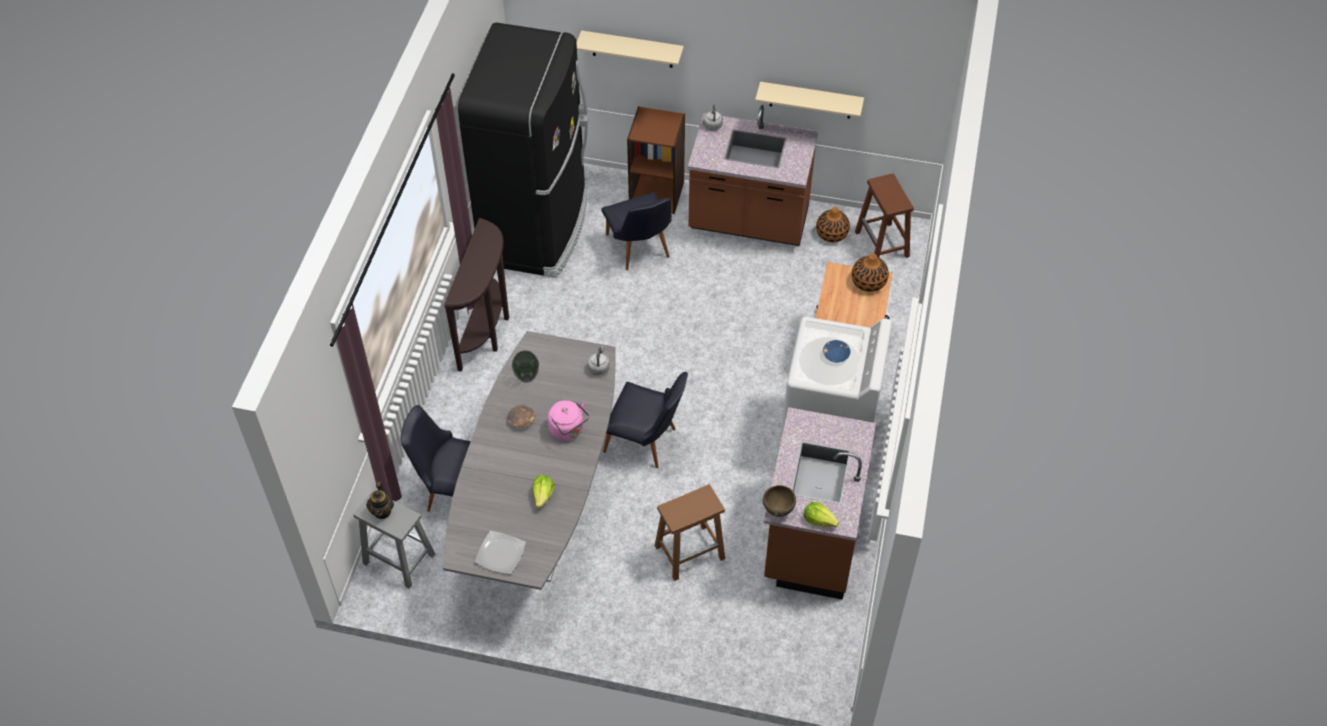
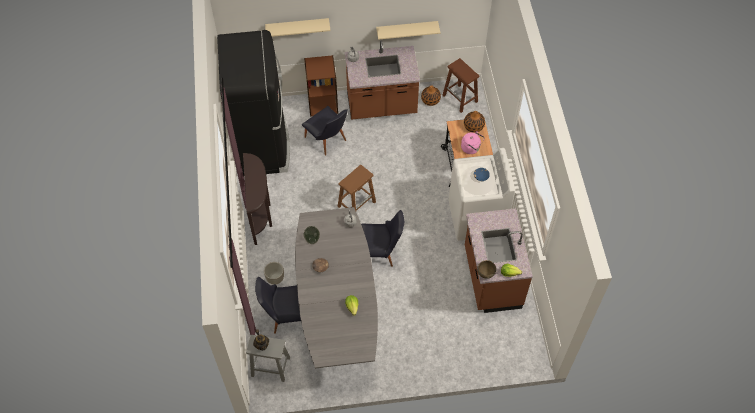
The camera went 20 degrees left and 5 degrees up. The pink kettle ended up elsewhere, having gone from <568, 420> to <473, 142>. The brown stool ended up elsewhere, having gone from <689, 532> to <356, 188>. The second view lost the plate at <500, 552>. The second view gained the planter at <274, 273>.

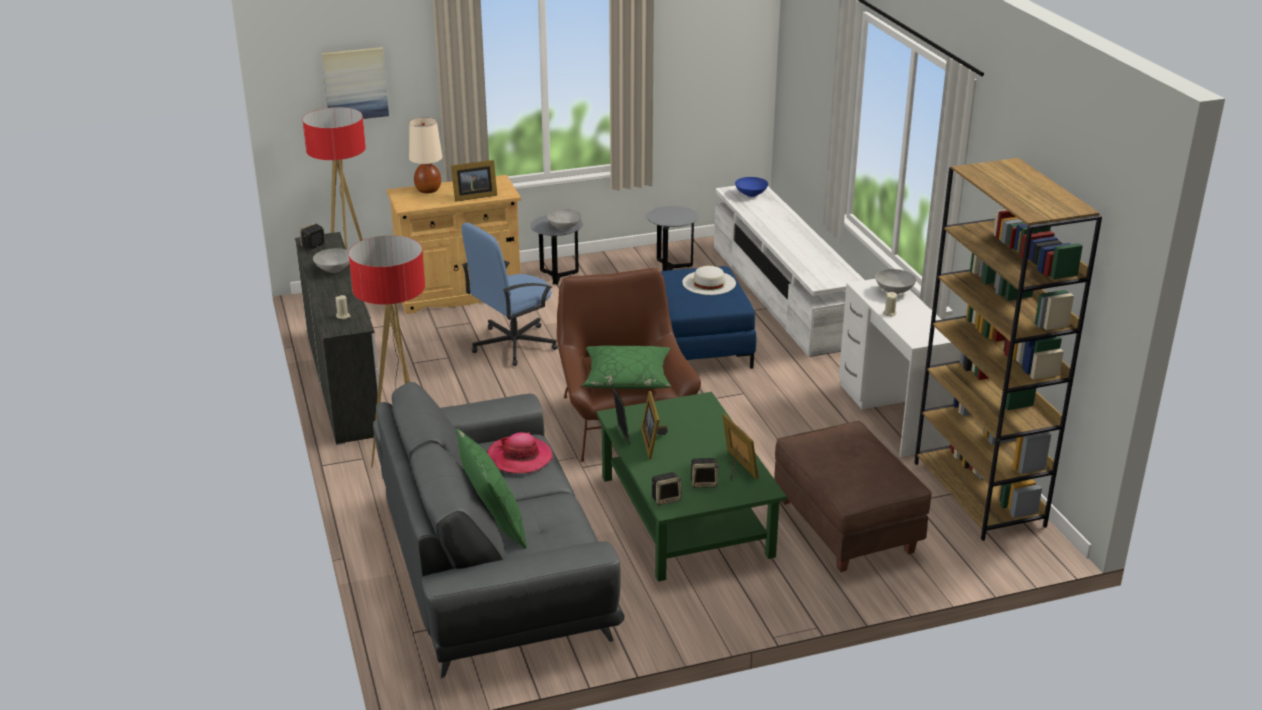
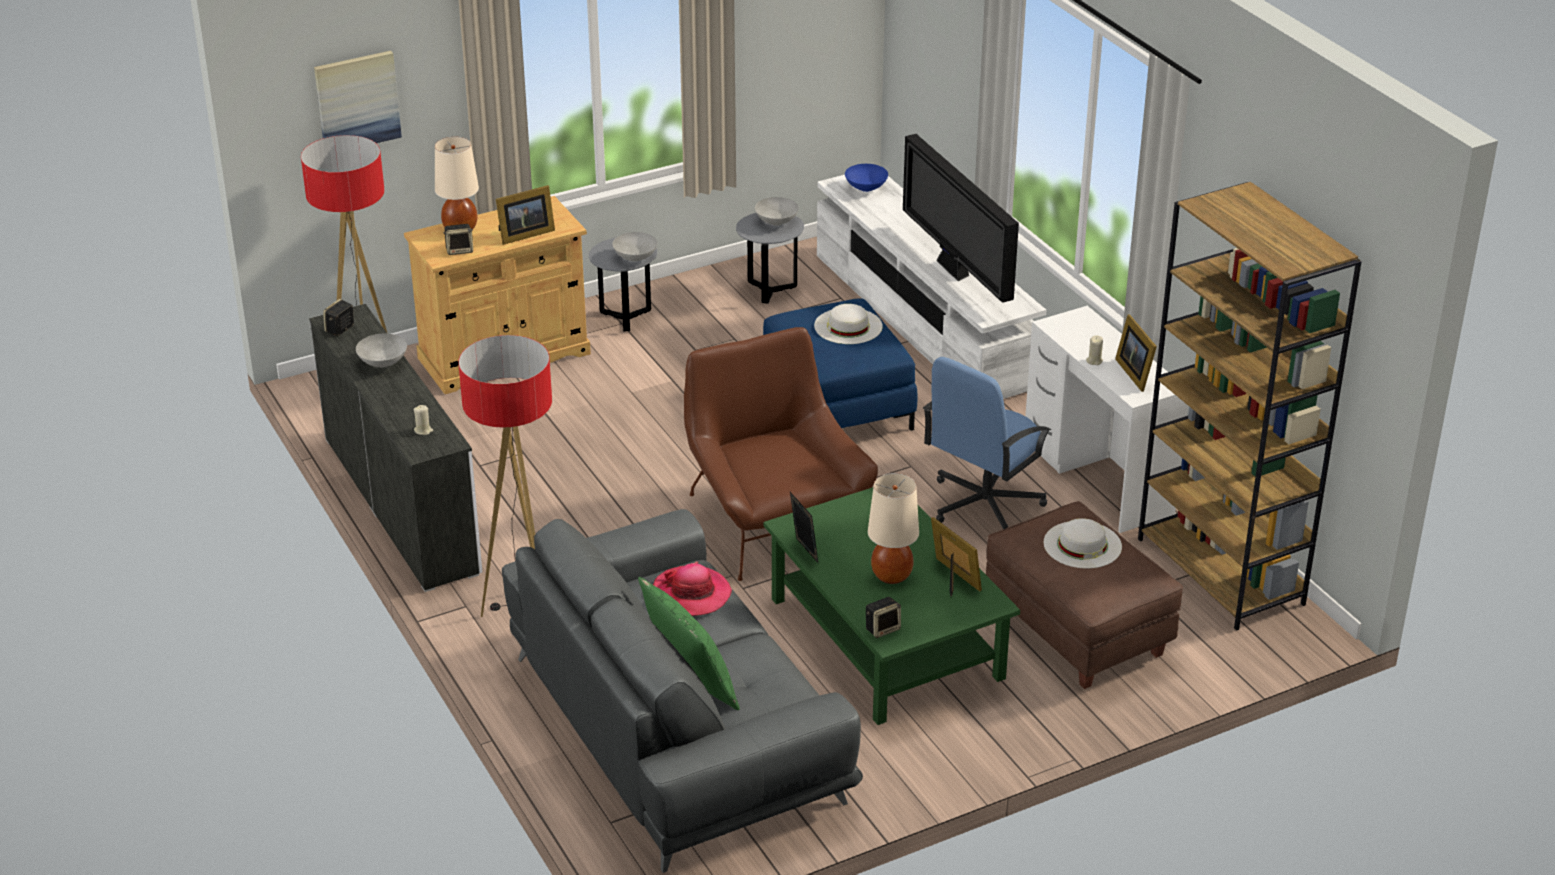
The camera went 10 degrees left and 5 degrees up. The blue office chair ended up elsewhere, having gone from <510, 294> to <987, 443>. The grey bowl ended up elsewhere, having gone from <895, 281> to <777, 211>. The second view lost the green pillow at <626, 367>. The picture frame ended up elsewhere, having gone from <654, 425> to <1136, 353>. The speaker ended up elsewhere, having gone from <704, 473> to <458, 239>. The second view gained the television at <961, 218>. The second view gained the beige table lamp at <893, 528>. The second view gained the white hat at <1082, 543>.

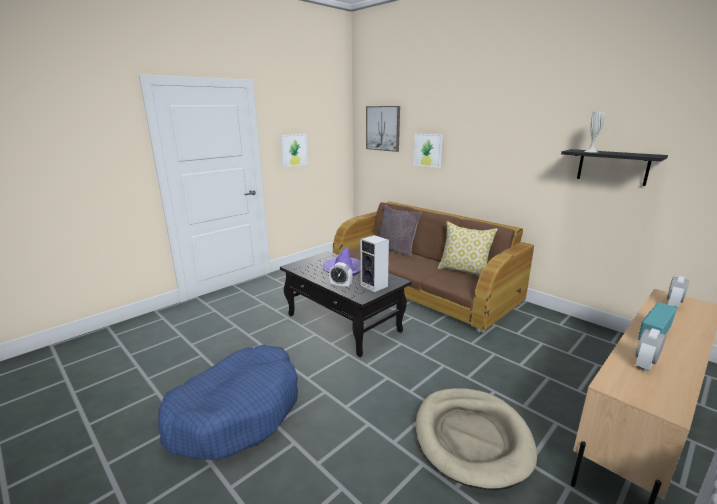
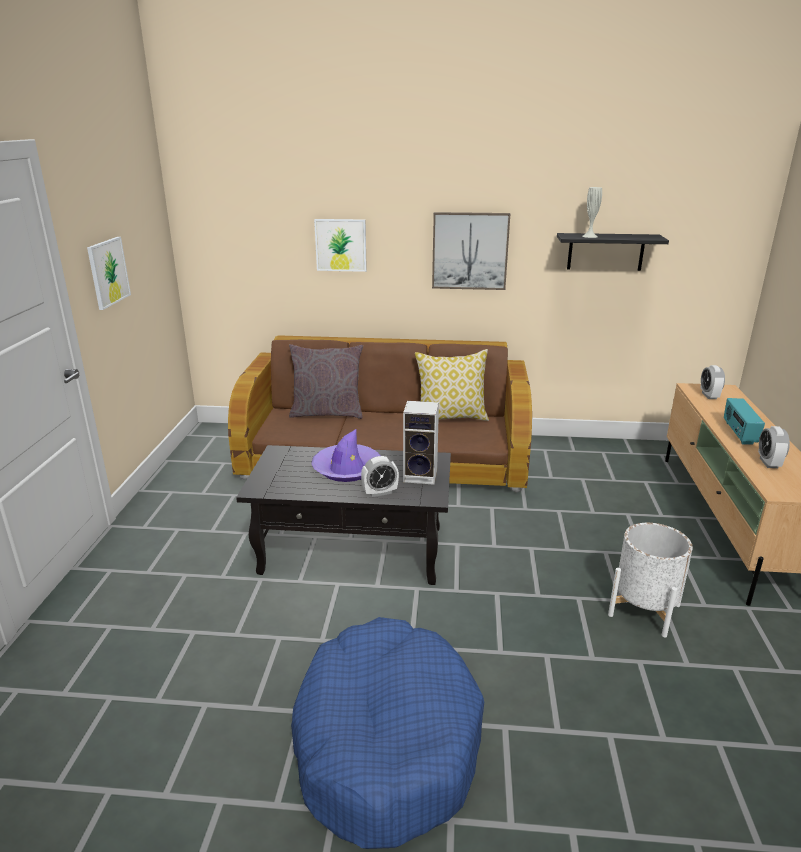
The camera went 40 degrees left and 5 degrees up. The picture ended up elsewhere, having gone from <383, 129> to <471, 251>. Where the beige dog bed stood at <476, 439>, the white planter came to stand at <650, 580>.

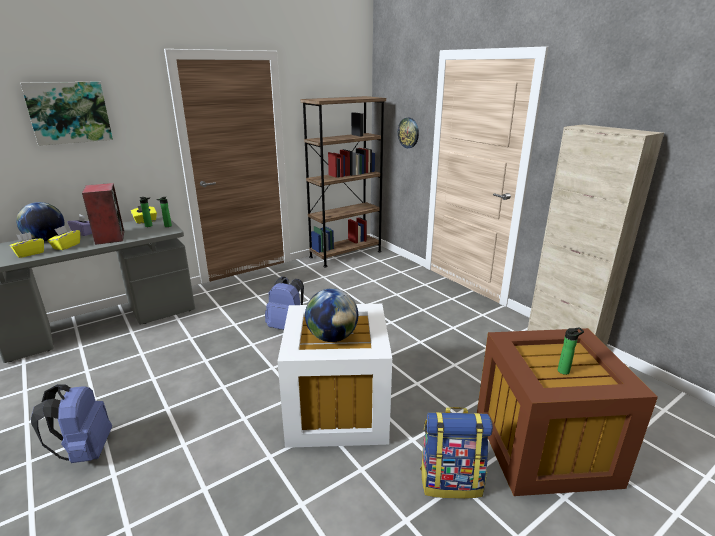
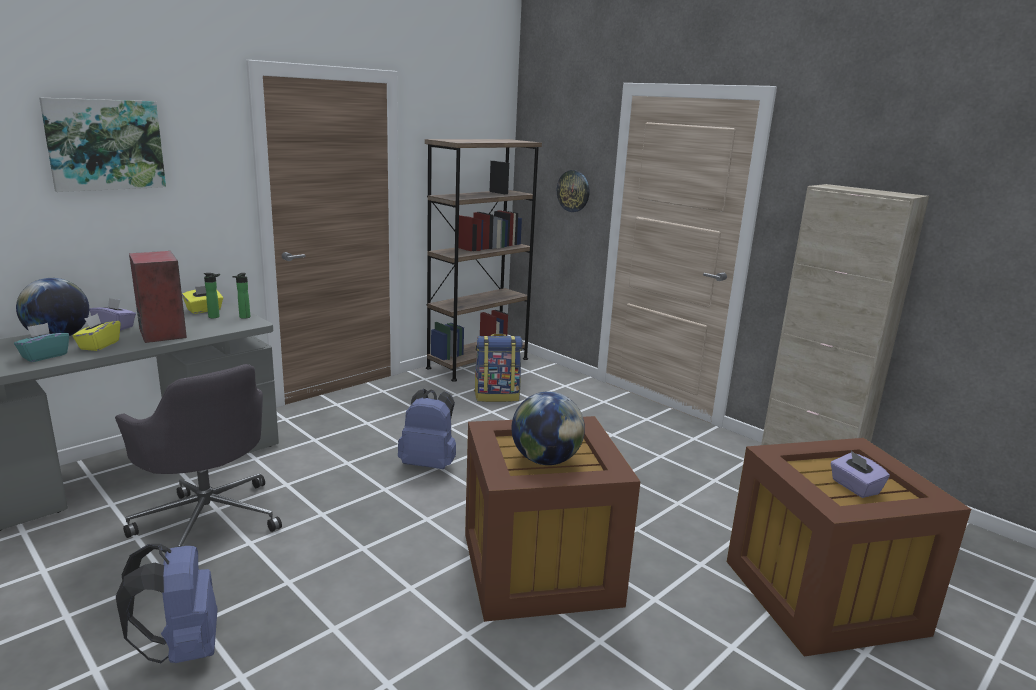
The camera went 10 degrees left and 5 degrees down. What was the yellow tissue box at <27, 245> turned into the turquoise tissue box at <41, 342>. What was the white storage box at <334, 376> turned into the brown storage box at <553, 519>. Where the bottle stood at <571, 351>, the purple tissue box came to stand at <860, 474>. The backpack ended up elsewhere, having gone from <456, 453> to <498, 368>. The second view gained the grey office chair at <198, 455>.

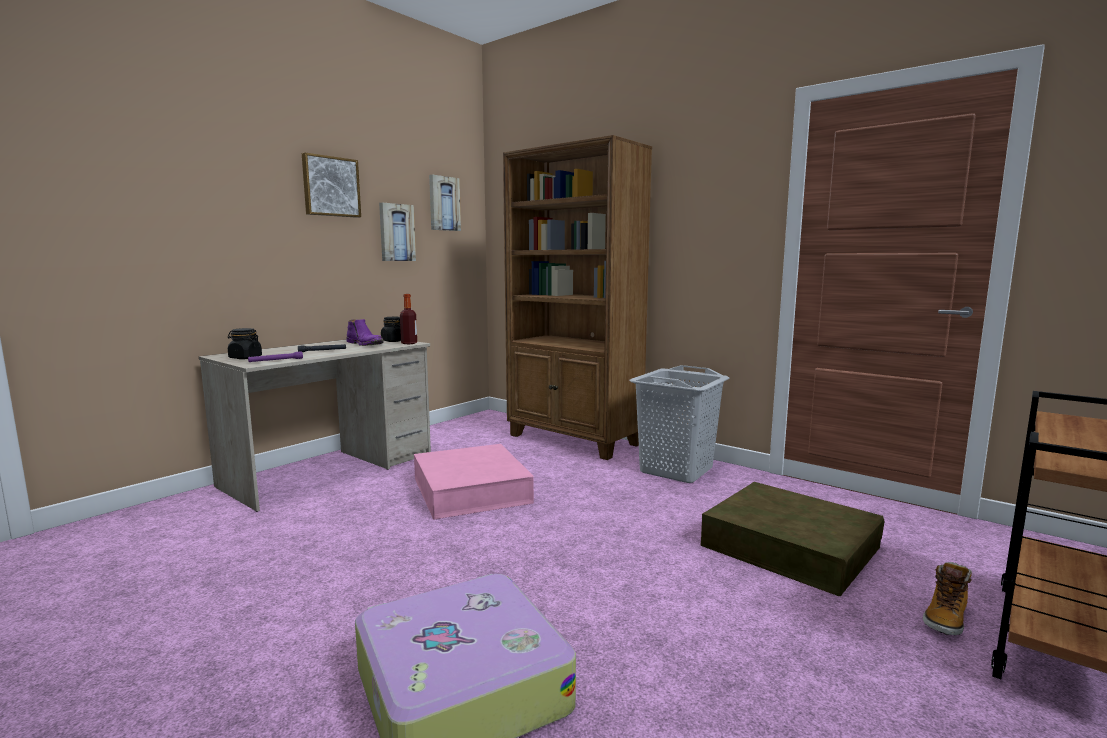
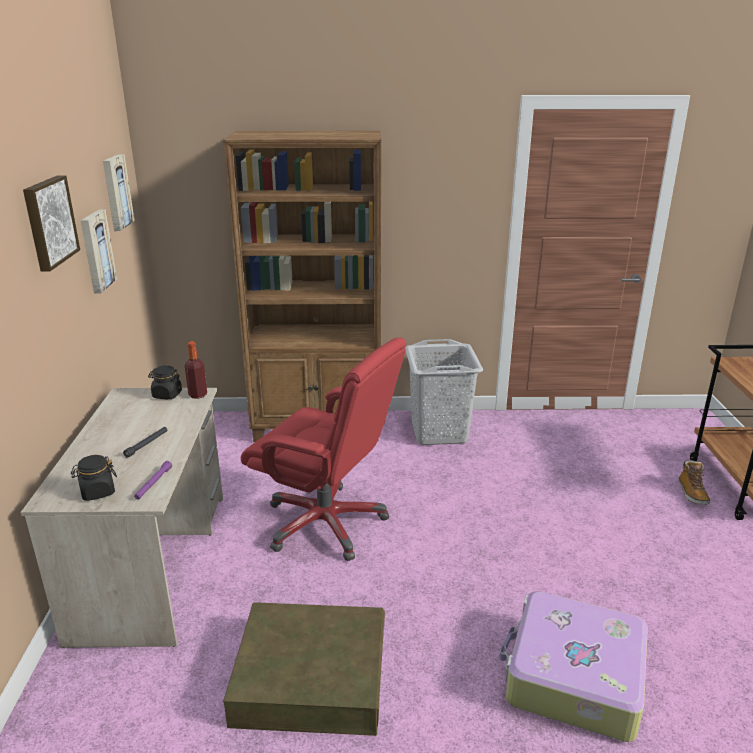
The camera went 40 degrees left and 15 degrees up. The second view lost the purple boot at <365, 332>. Where the pink storage box stood at <474, 482>, the red office chair came to stand at <323, 449>. The brown storage box ended up elsewhere, having gone from <792, 539> to <304, 669>.

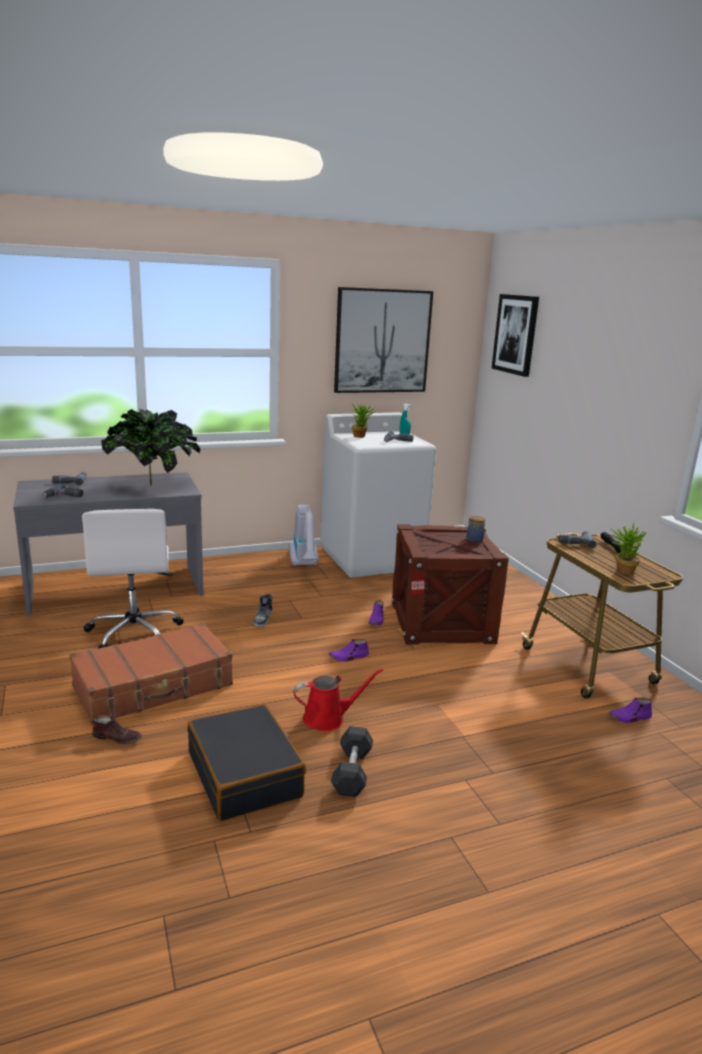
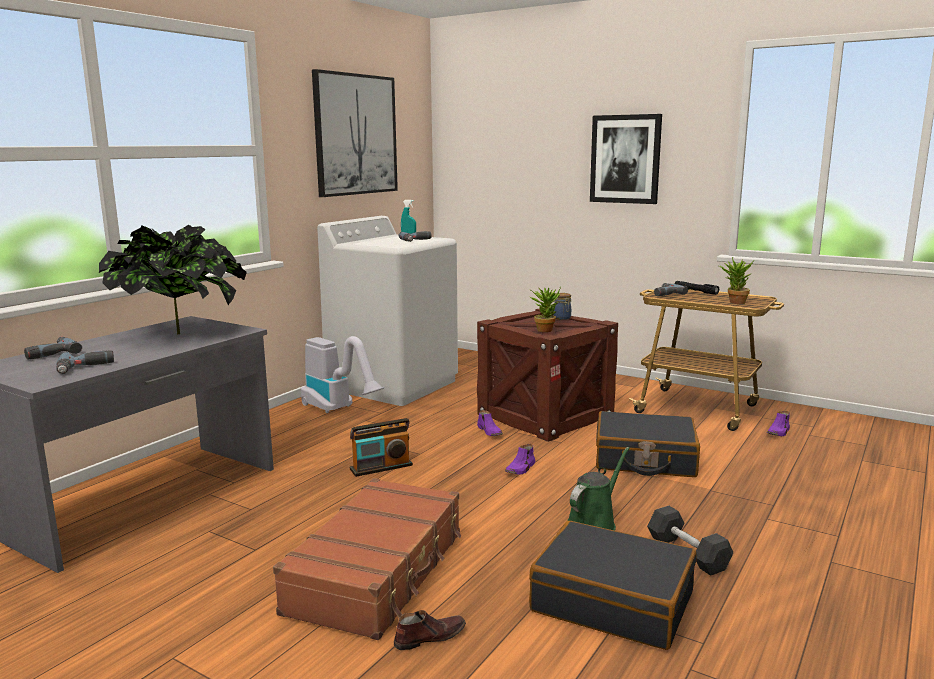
The camera went 35 degrees left and 5 degrees down. The picture ended up elsewhere, having gone from <515, 335> to <626, 159>. The potted plant ended up elsewhere, having gone from <363, 420> to <545, 309>. The second view lost the white office chair at <133, 579>. Where the shoe stood at <263, 610>, the radio came to stand at <381, 447>. What was the red watering can at <338, 699> turned into the green watering can at <598, 489>. The second view gained the black suitcase at <648, 444>.

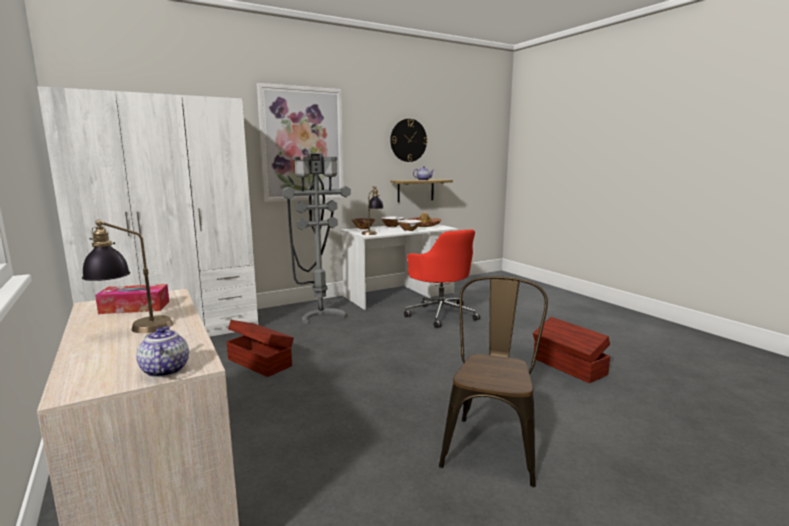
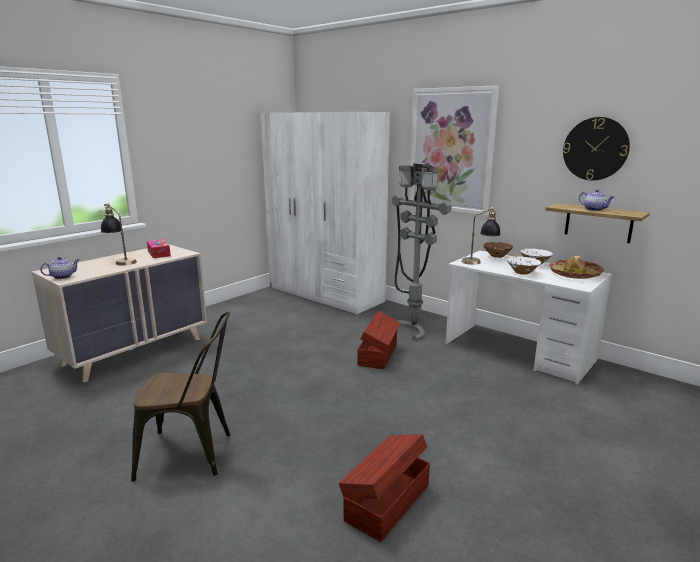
The camera went 70 degrees right and 5 degrees up. The second view lost the red office chair at <442, 278>. The brown storage box ended up elsewhere, having gone from <260, 348> to <379, 340>.

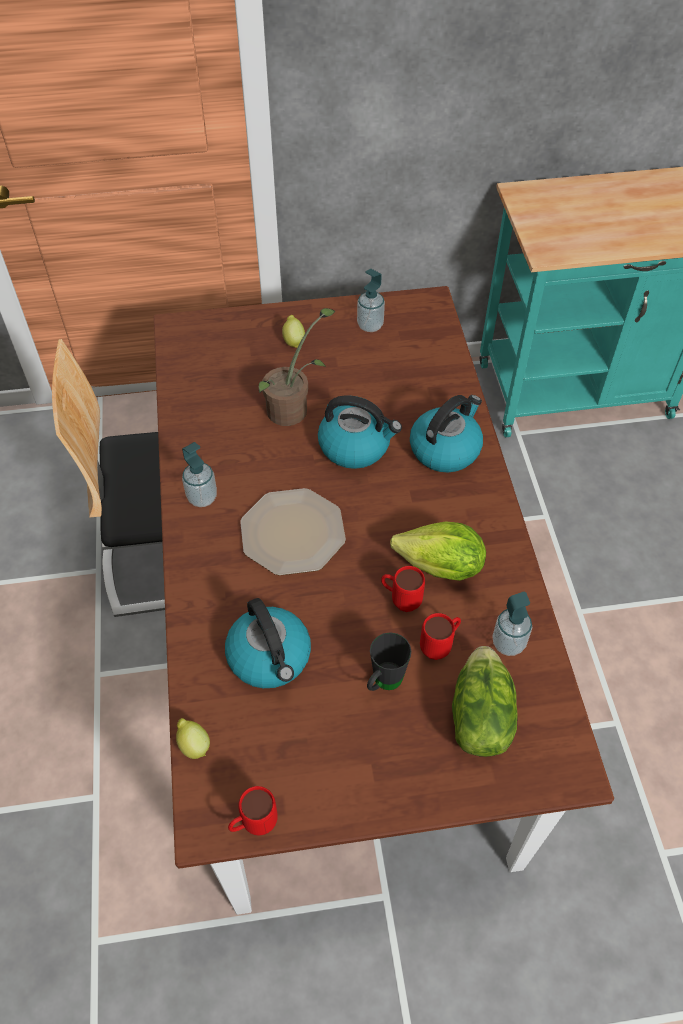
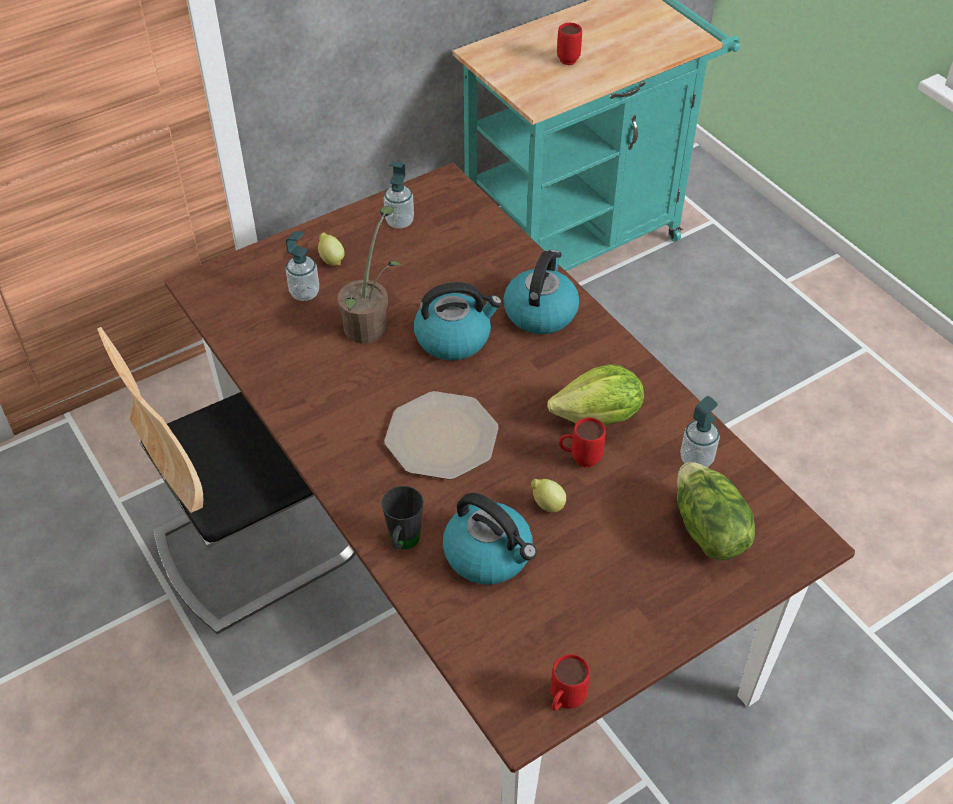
The camera went 25 degrees left and 5 degrees down. The soap dispenser ended up elsewhere, having gone from <199, 474> to <302, 266>. The red mug ended up elsewhere, having gone from <440, 636> to <569, 44>. The black mug ended up elsewhere, having gone from <389, 661> to <402, 517>. The lemon ended up elsewhere, having gone from <193, 738> to <548, 496>.

